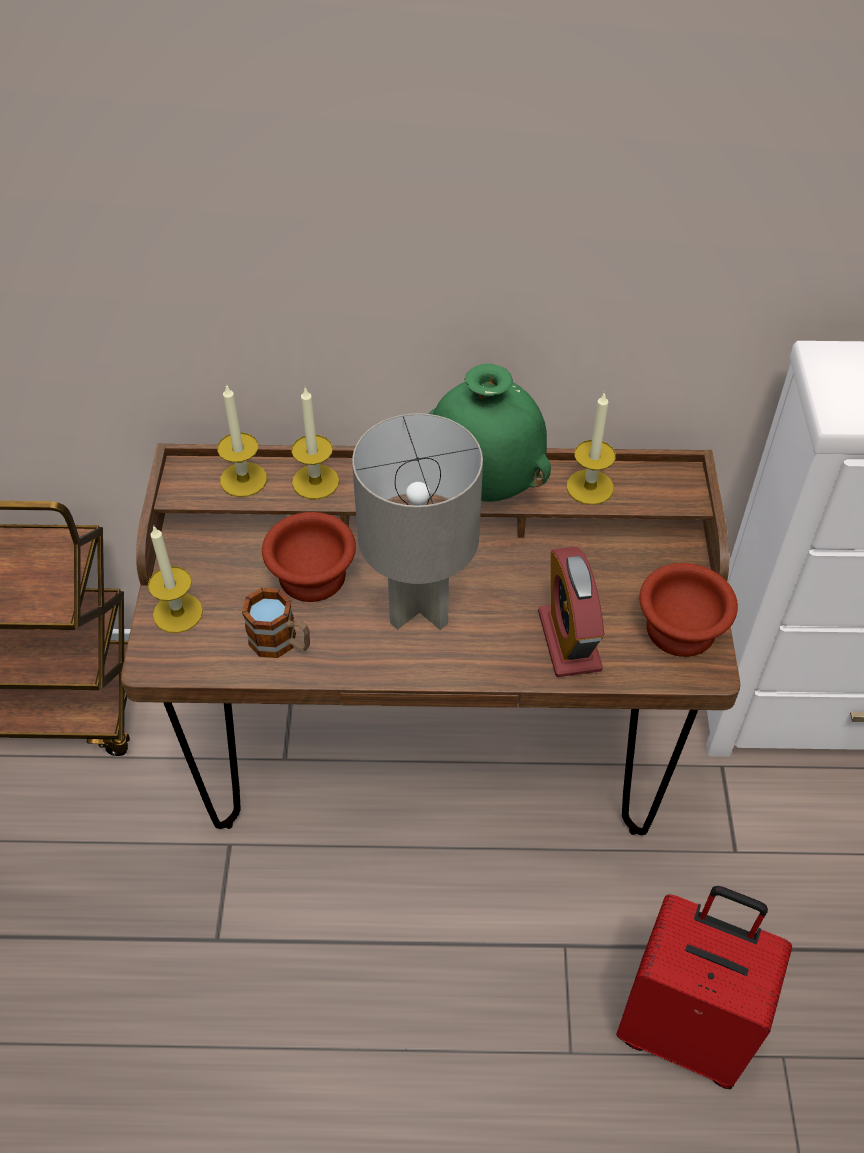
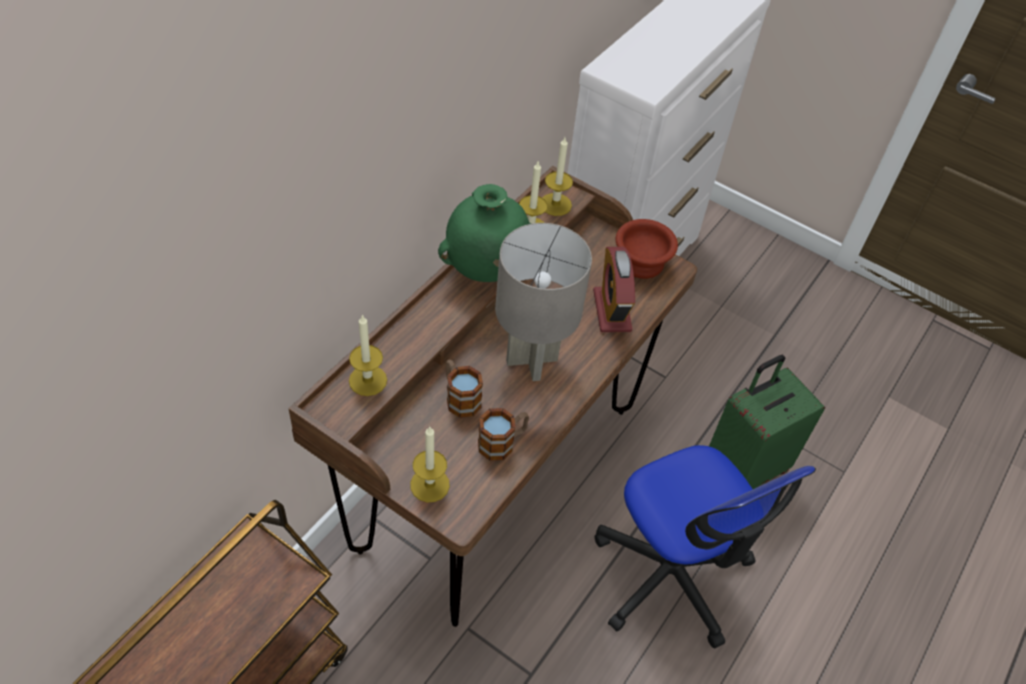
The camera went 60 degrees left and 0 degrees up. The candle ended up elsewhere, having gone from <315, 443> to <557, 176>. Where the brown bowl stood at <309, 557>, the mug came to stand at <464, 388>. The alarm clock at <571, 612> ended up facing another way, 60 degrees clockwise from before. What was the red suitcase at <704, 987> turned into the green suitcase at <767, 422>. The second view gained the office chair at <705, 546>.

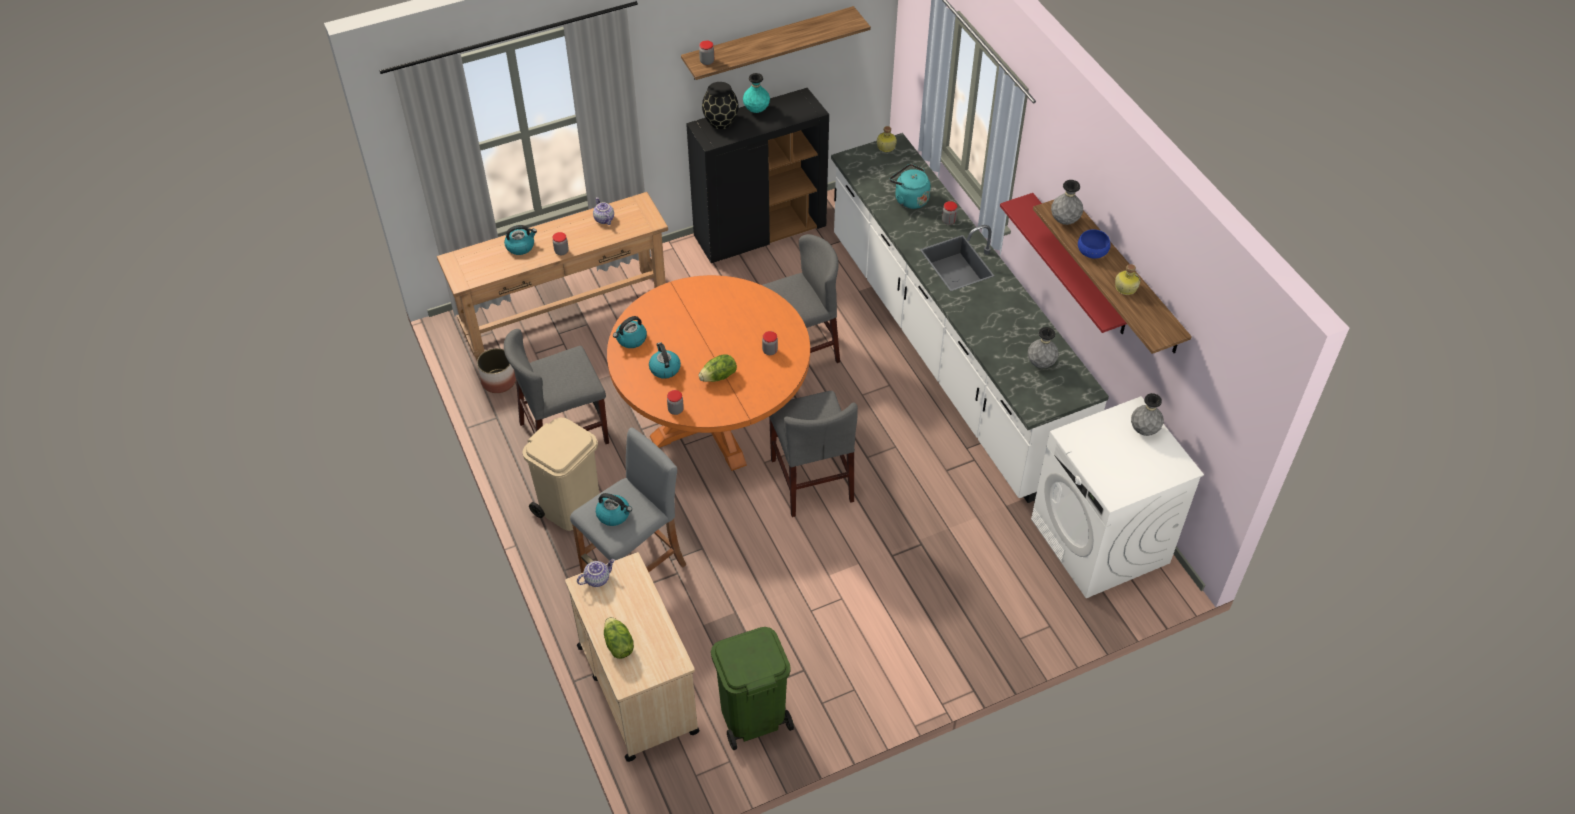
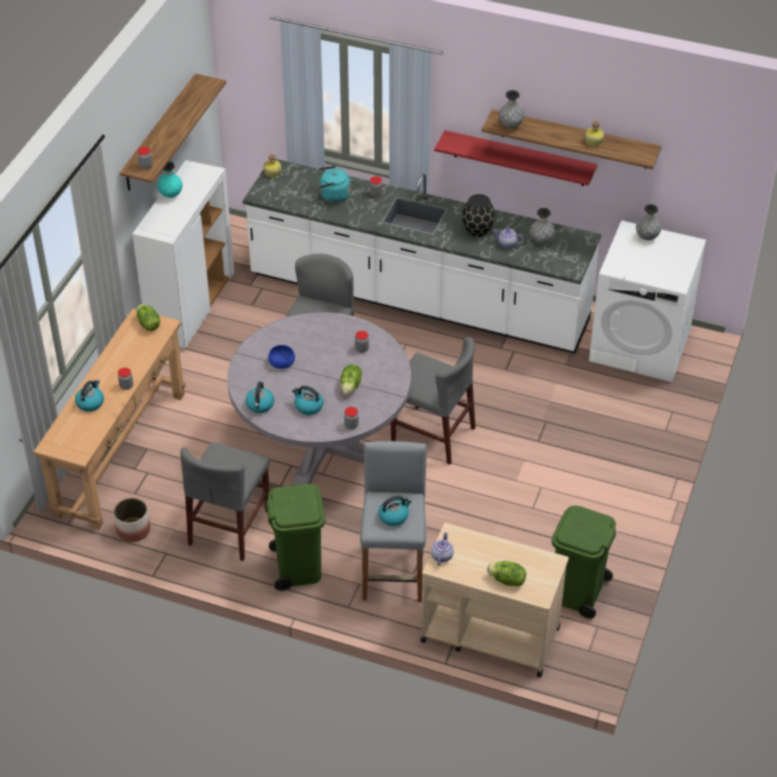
The camera went 45 degrees left and 5 degrees down. The black vase ended up elsewhere, having gone from <720, 105> to <478, 215>. What was the black cabinet at <757, 175> turned into the white cabinet at <183, 254>. The teapot ended up elsewhere, having gone from <603, 211> to <508, 238>. The blue bowl ended up elsewhere, having gone from <1094, 244> to <281, 357>. What was the orange dining table at <708, 373> turned into the grey dining table at <319, 398>. What was the beige trash can at <560, 474> turned into the green trash can at <295, 537>. The second view gained the lettuce at <148, 317>.

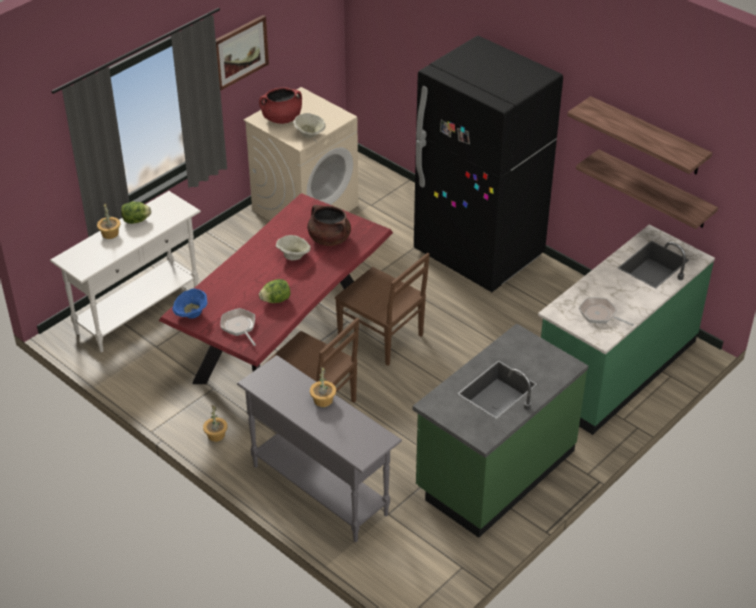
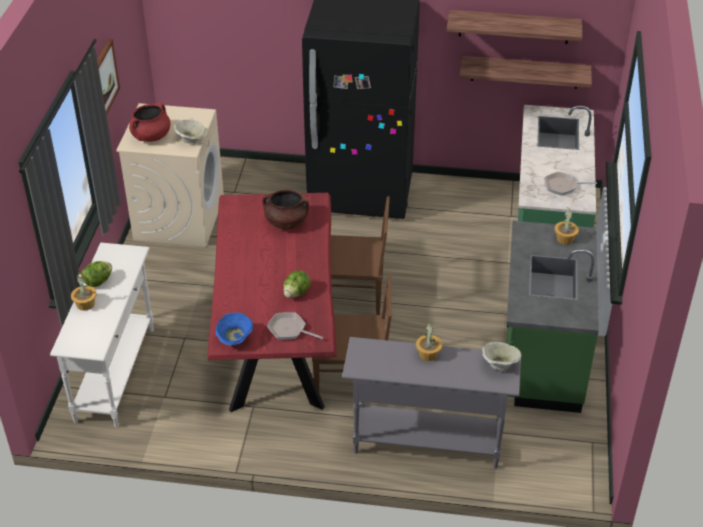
The camera went 35 degrees left and 0 degrees up. The beige bowl ended up elsewhere, having gone from <293, 248> to <502, 356>. The potted plant ended up elsewhere, having gone from <215, 423> to <567, 226>.

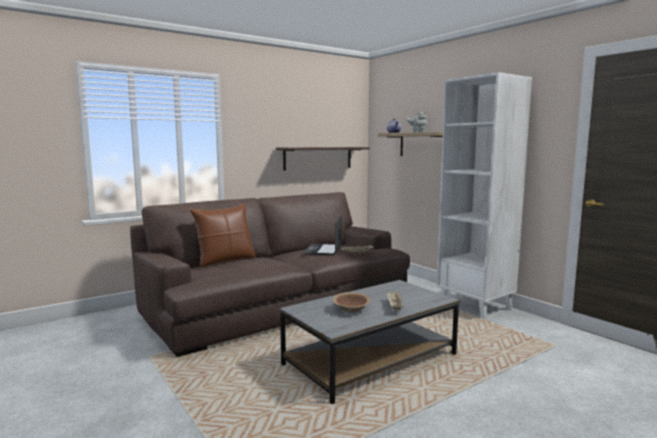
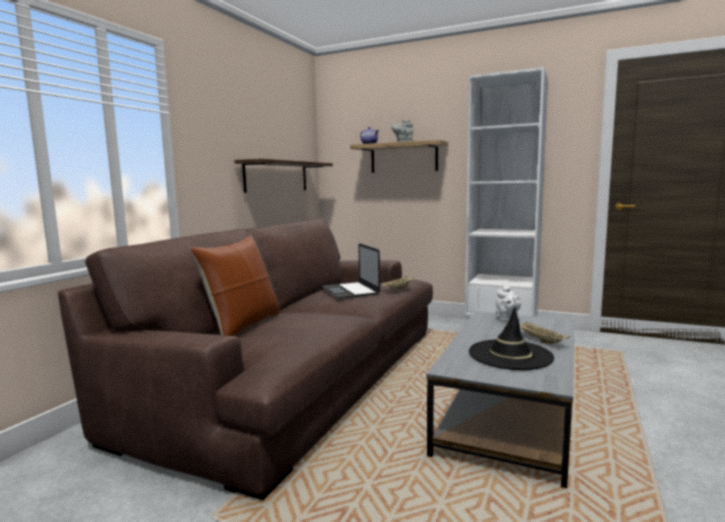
The camera went 30 degrees left and 0 degrees up. Where the brown bowl stood at <351, 302>, the black hat came to stand at <511, 338>. The second view gained the white teapot at <508, 303>.

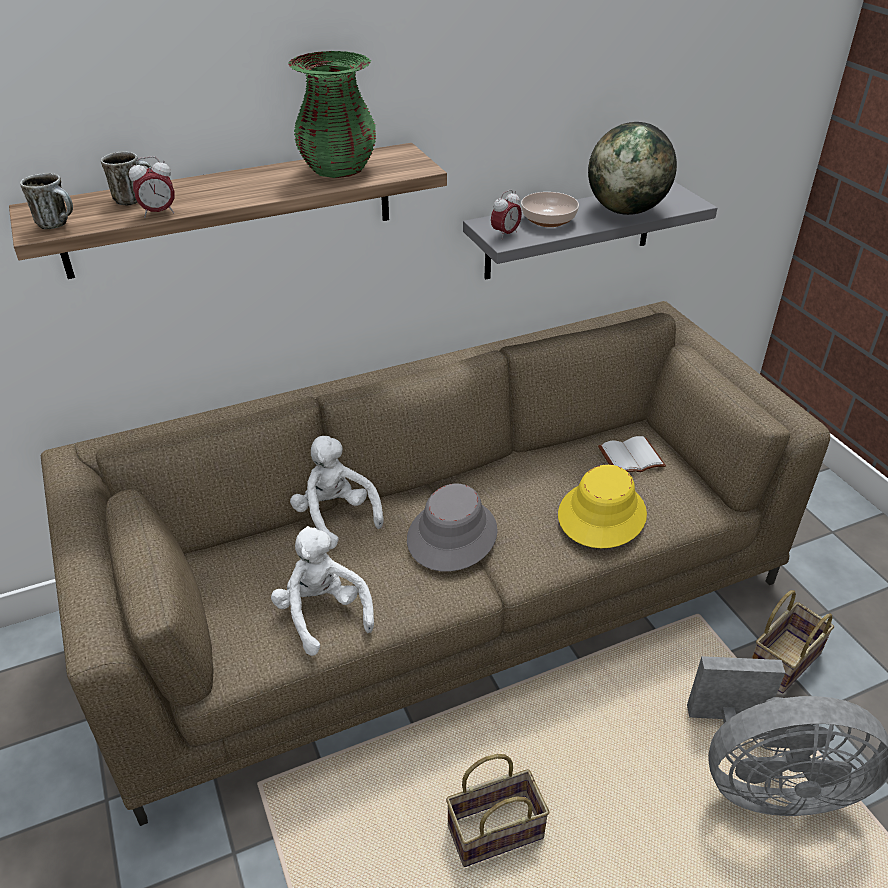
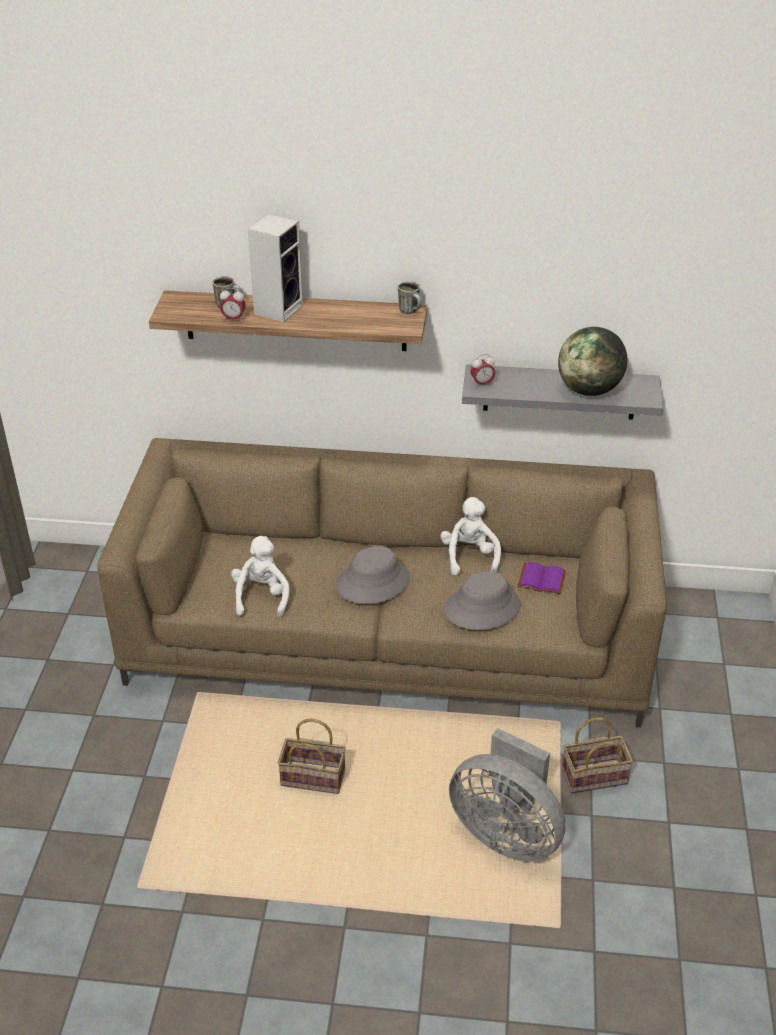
The camera went 30 degrees right and 0 degrees up. The second view lost the green vase at <332, 114>. The mug ended up elsewhere, having gone from <46, 201> to <409, 297>. The second view lost the bowl at <550, 209>. The white plush toy ended up elsewhere, having gone from <337, 492> to <470, 536>. What was the white book at <632, 454> turned into the purple book at <542, 578>. What was the yellow hat at <602, 506> turned into the grey hat at <482, 600>. The second view gained the speaker at <275, 268>.

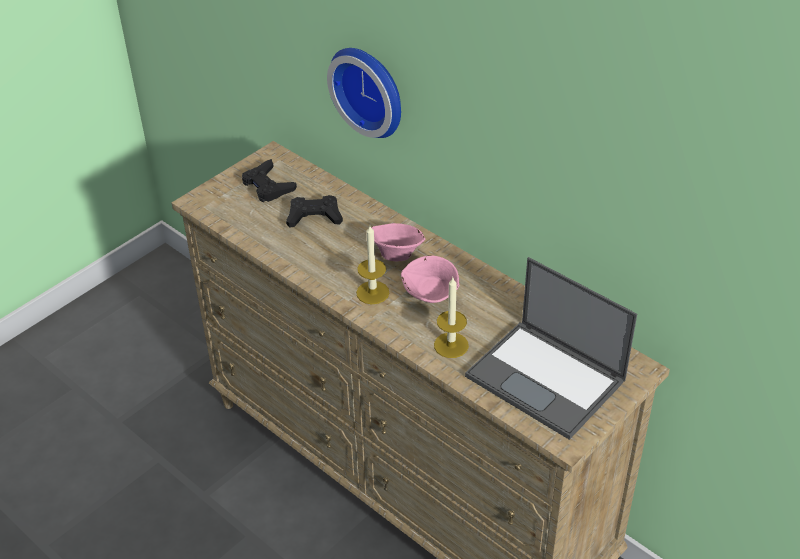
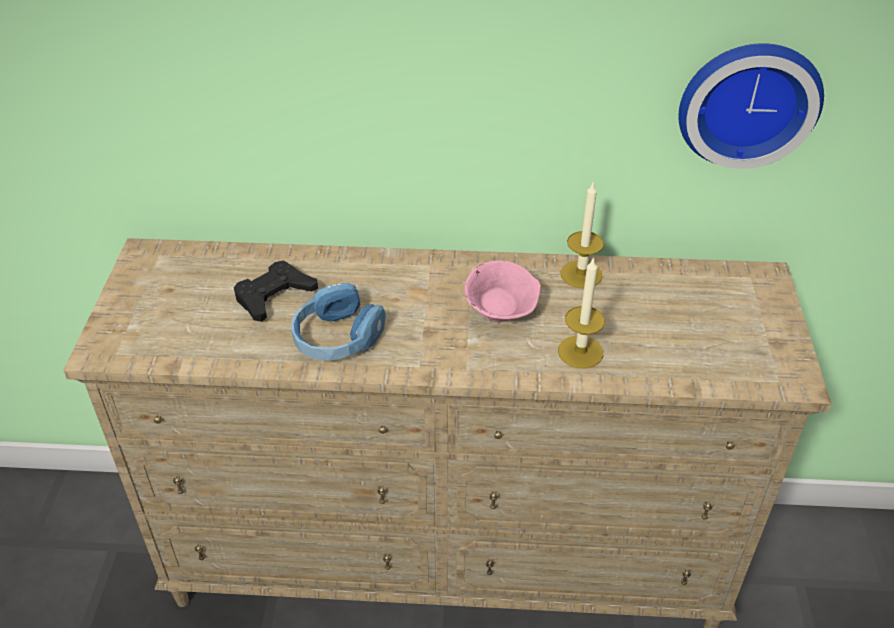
The camera went 40 degrees left and 0 degrees up. The wall clock ended up elsewhere, having gone from <364, 93> to <751, 106>. The second view lost the black game controller at <269, 180>. The second view lost the pink bowl at <398, 242>. The candle ended up elsewhere, having gone from <372, 265> to <582, 235>. The second view lost the laptop at <551, 348>. The second view gained the blue headphones at <338, 321>.

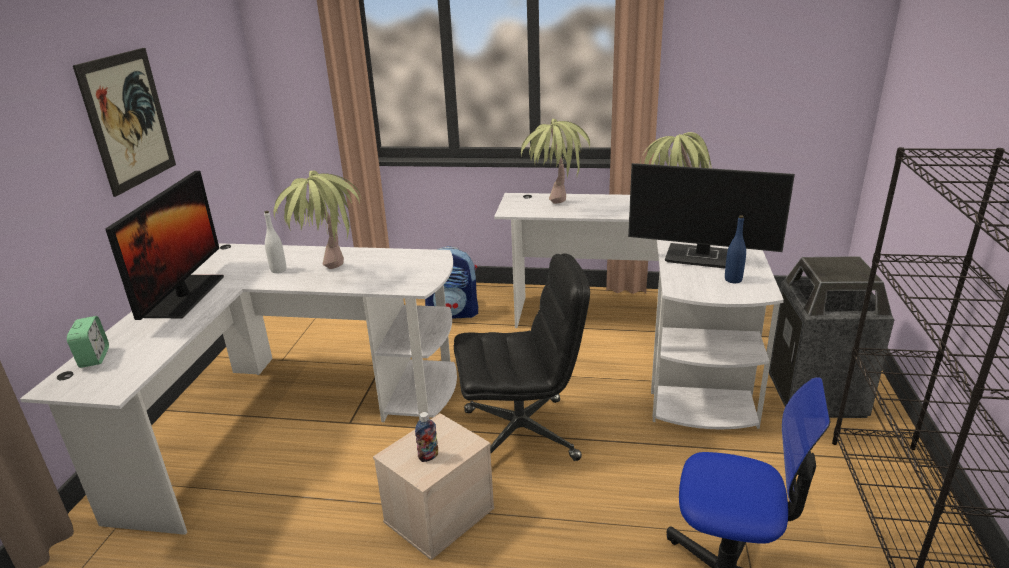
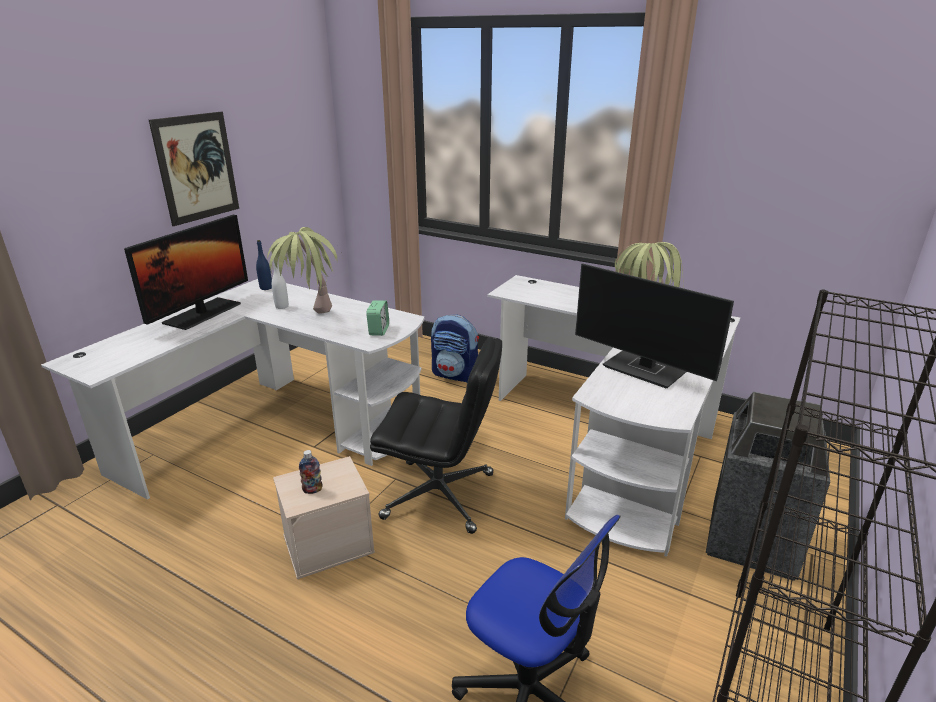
The camera went 20 degrees right and 0 degrees up. The second view lost the potted plant at <555, 161>. The blue bottle ended up elsewhere, having gone from <735, 249> to <264, 265>. The alarm clock ended up elsewhere, having gone from <88, 342> to <377, 318>.

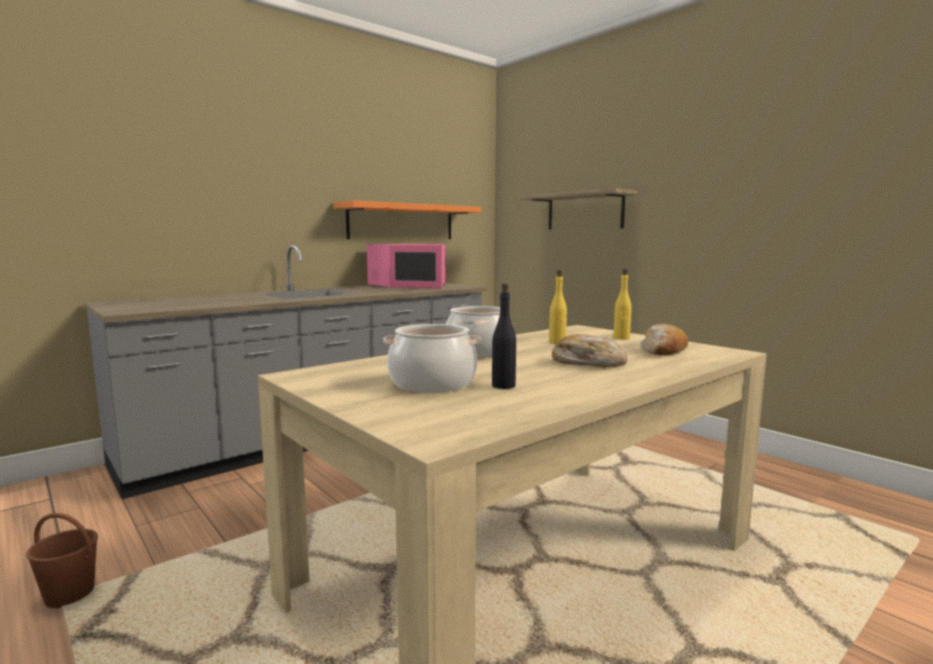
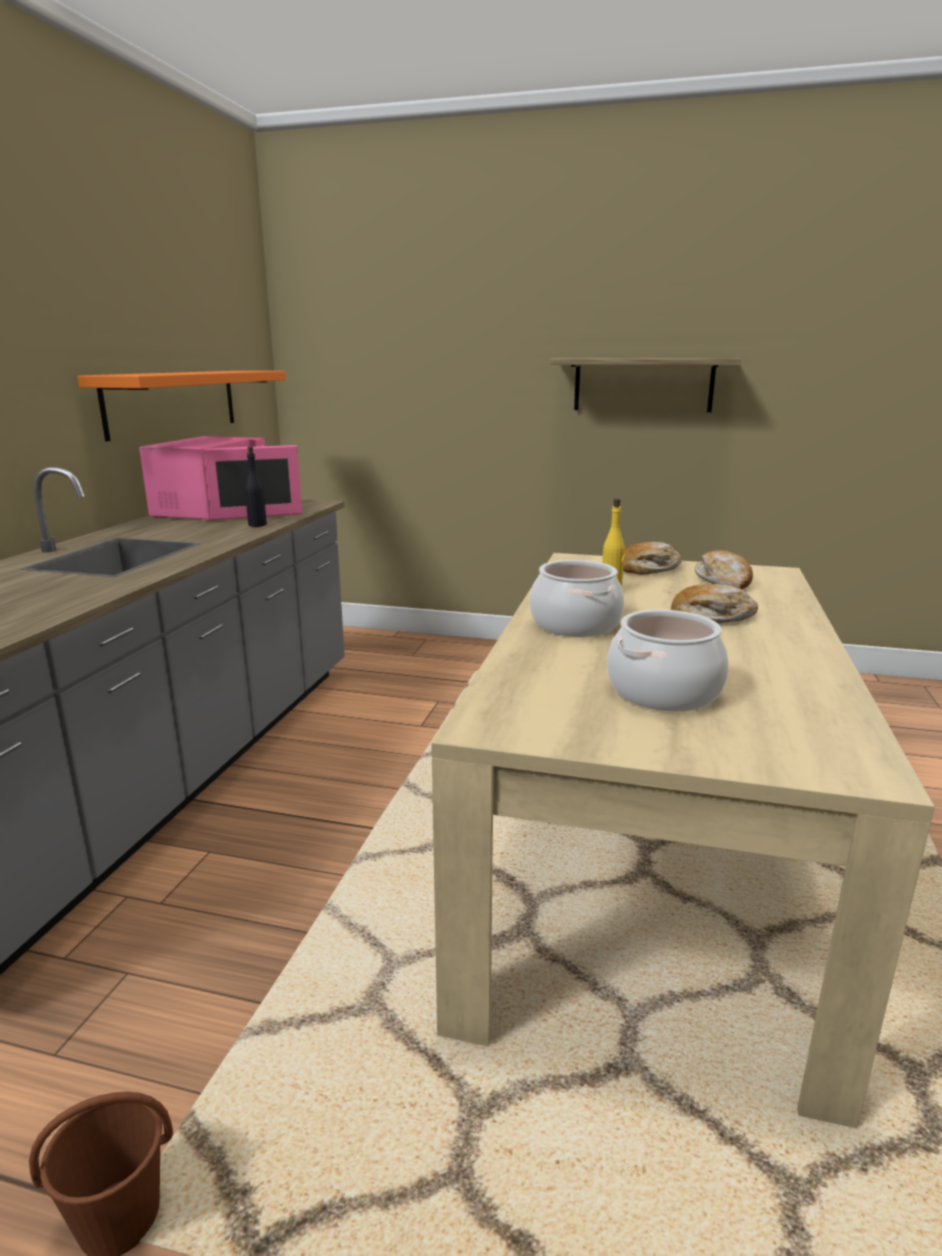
The camera went 35 degrees left and 10 degrees up. The shelf ended up elsewhere, having gone from <578, 208> to <645, 385>. Where the yellow bottle stood at <623, 304>, the bread came to stand at <652, 558>. The black bottle ended up elsewhere, having gone from <504, 336> to <256, 486>.

